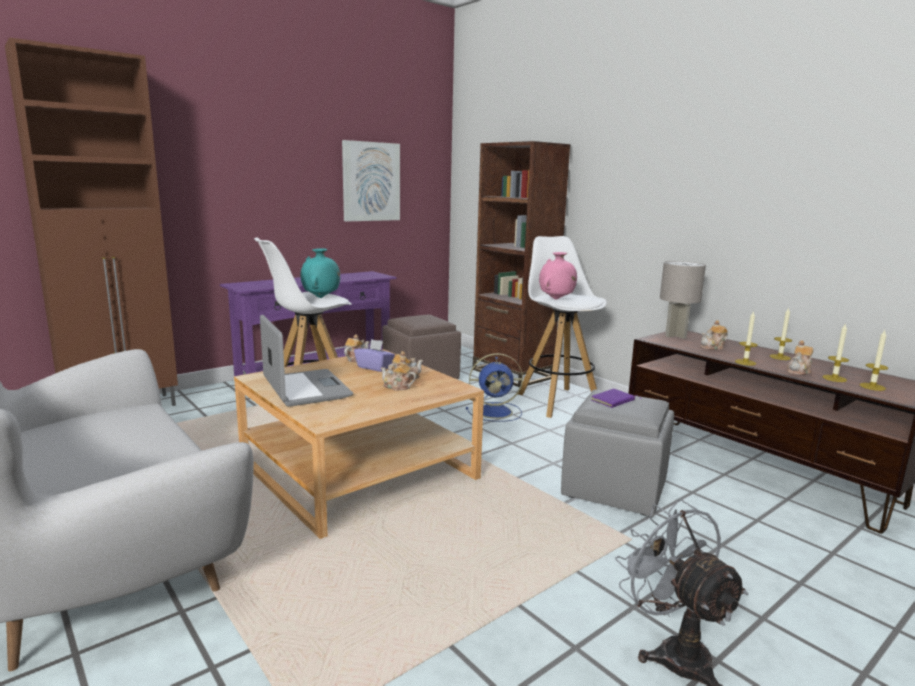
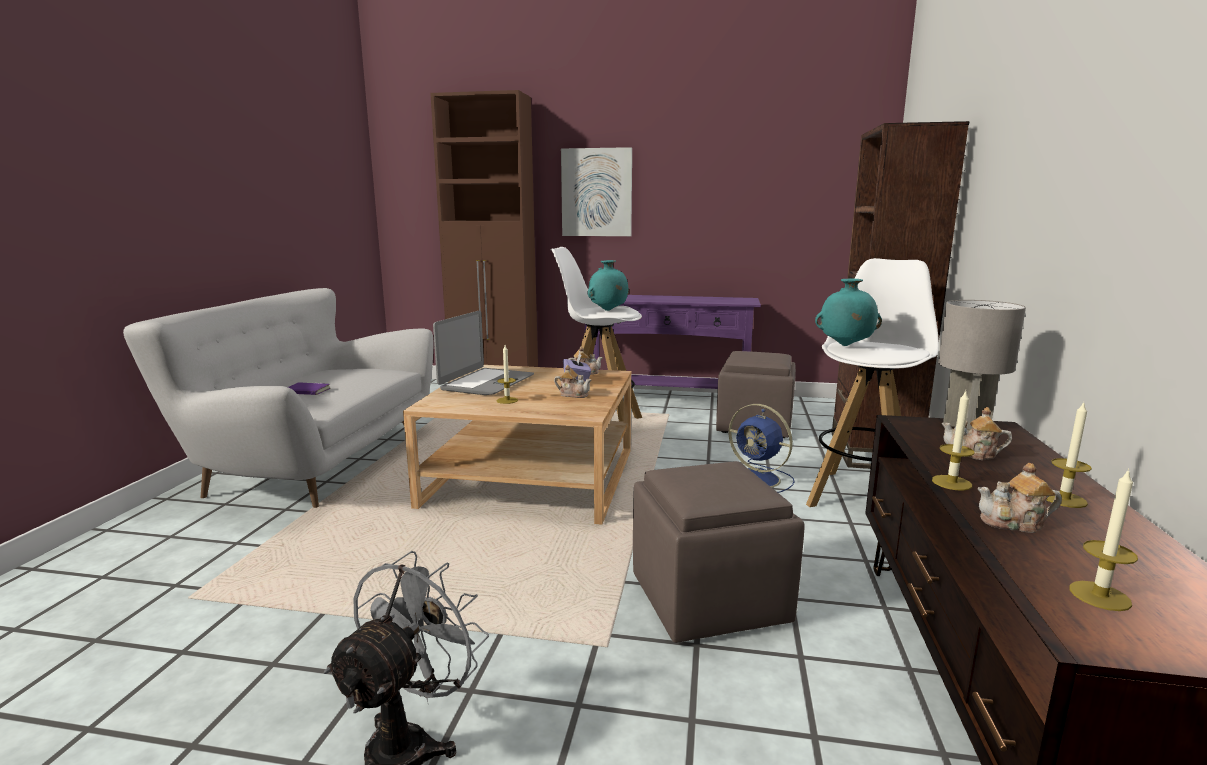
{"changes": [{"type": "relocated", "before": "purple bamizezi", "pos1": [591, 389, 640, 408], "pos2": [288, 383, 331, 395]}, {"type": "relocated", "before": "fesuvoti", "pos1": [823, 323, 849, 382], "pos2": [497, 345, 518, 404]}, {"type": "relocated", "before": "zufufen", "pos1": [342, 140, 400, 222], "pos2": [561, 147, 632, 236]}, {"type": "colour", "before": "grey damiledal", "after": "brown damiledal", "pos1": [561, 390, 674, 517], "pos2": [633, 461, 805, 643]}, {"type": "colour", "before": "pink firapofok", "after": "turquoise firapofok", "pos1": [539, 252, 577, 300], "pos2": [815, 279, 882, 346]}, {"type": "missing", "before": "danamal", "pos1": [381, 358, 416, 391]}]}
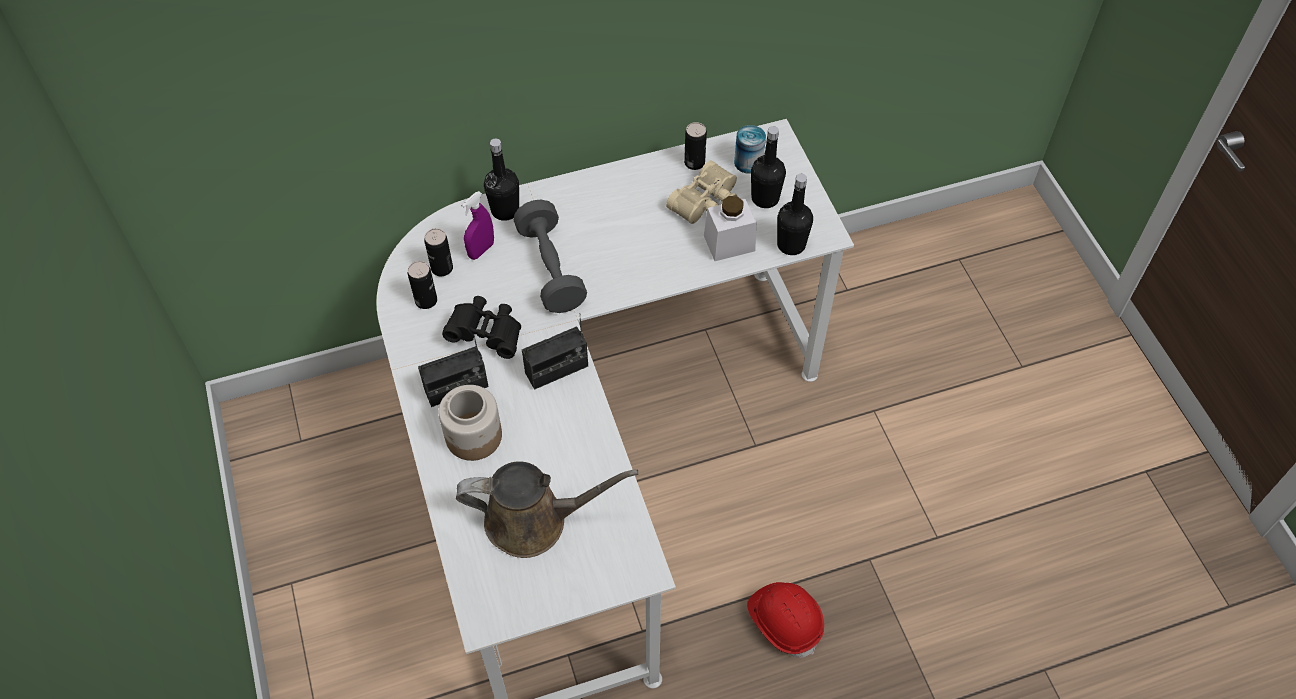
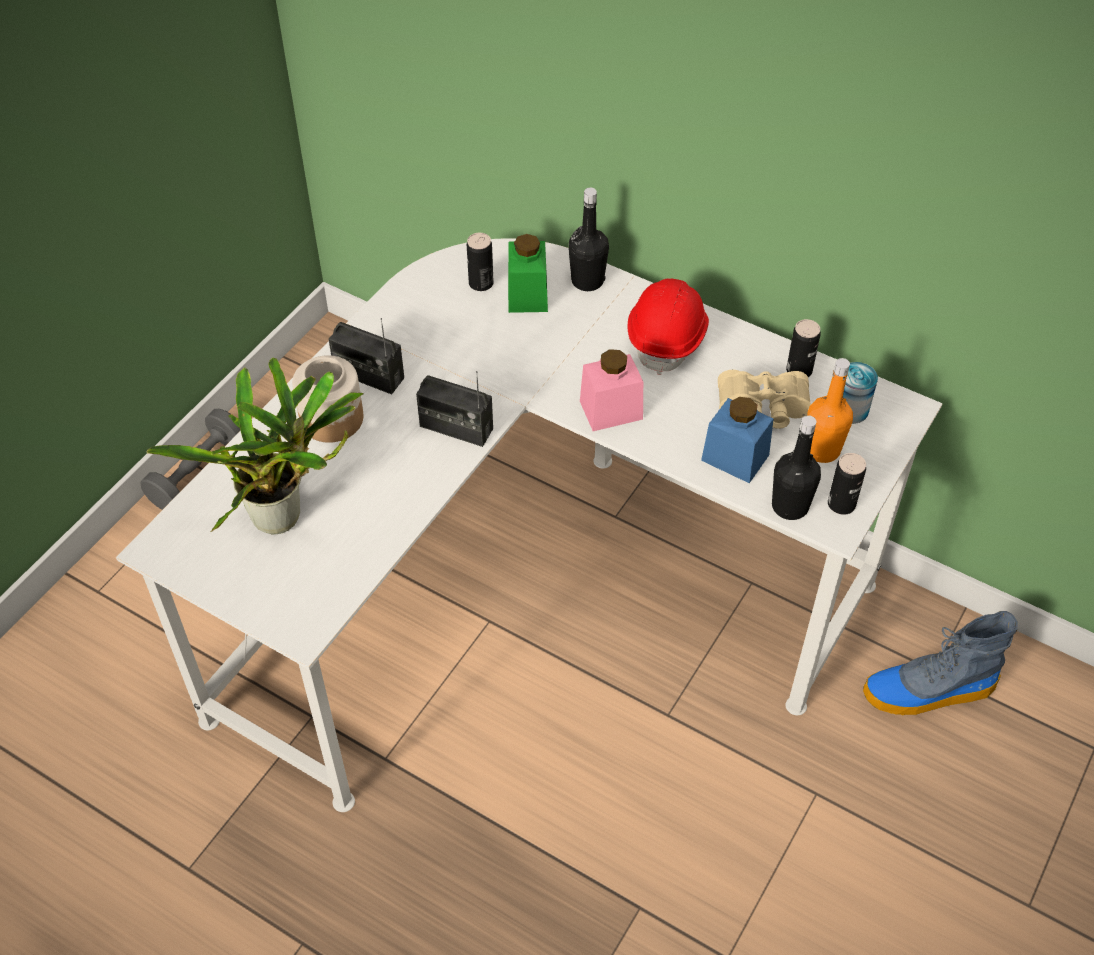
{"changes": [{"type": "relocated", "before": "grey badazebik", "pos1": [514, 200, 587, 313], "pos2": [140, 409, 241, 510]}, {"type": "exchanged", "before": "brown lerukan", "after": "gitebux", "pos1": [456, 461, 638, 558], "pos2": [146, 357, 364, 534]}, {"type": "exchanged", "before": "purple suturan", "after": "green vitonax", "pos1": [461, 191, 494, 260], "pos2": [508, 234, 548, 313]}, {"type": "appeared", "after": "pink vitonax", "pos2": [580, 349, 643, 431]}, {"type": "relocated", "before": "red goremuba", "pos1": [747, 582, 824, 658], "pos2": [628, 278, 709, 375]}, {"type": "colour", "before": "white vitonax", "after": "blue vitonax", "pos1": [704, 196, 756, 261], "pos2": [701, 397, 773, 483]}, {"type": "colour", "before": "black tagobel", "after": "orange tagobel", "pos1": [751, 126, 786, 208], "pos2": [807, 358, 853, 463]}, {"type": "relocated", "before": "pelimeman", "pos1": [408, 261, 437, 309], "pos2": [828, 453, 866, 515]}, {"type": "appeared", "after": "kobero", "pos2": [863, 611, 1018, 715]}, {"type": "missing", "before": "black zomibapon", "pos1": [442, 296, 521, 359]}]}
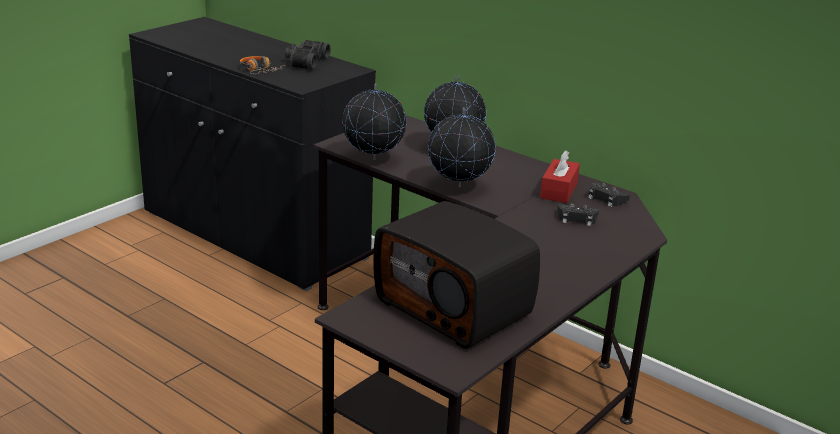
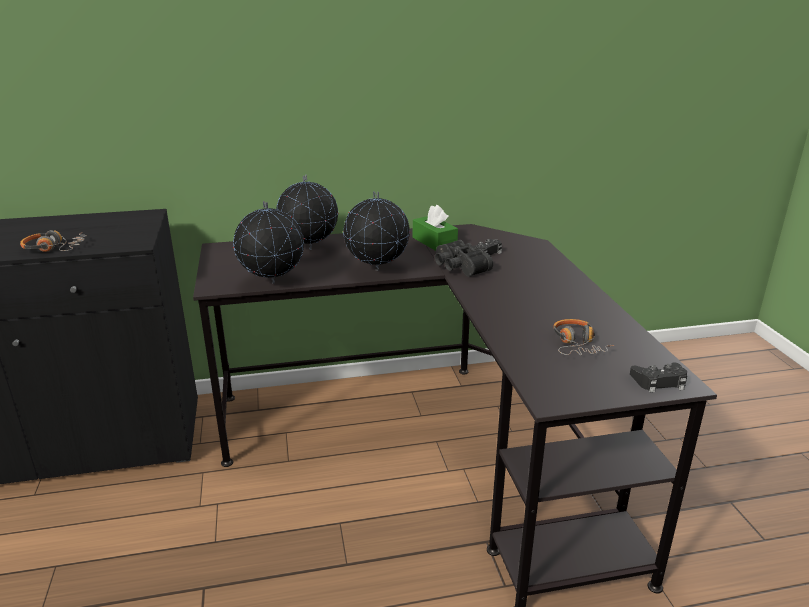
{"changes": [{"type": "colour", "before": "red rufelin", "after": "green rufelin", "pos1": [540, 150, 580, 203], "pos2": [413, 205, 458, 251]}, {"type": "relocated", "before": "black zomibapon", "pos1": [285, 40, 331, 70], "pos2": [435, 240, 493, 277]}, {"type": "exchanged", "before": "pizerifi", "after": "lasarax", "pos1": [373, 201, 540, 349], "pos2": [553, 319, 614, 355]}, {"type": "relocated", "before": "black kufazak", "pos1": [588, 182, 630, 207], "pos2": [630, 363, 687, 393]}]}
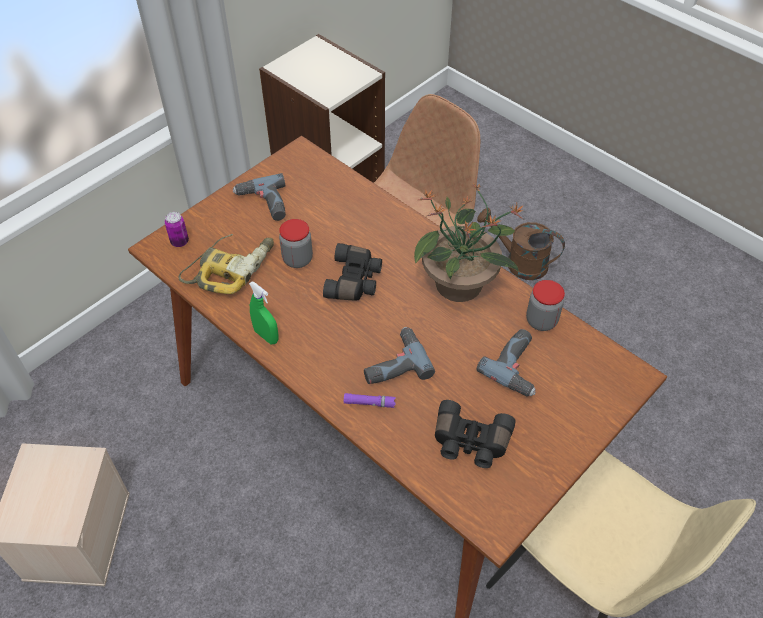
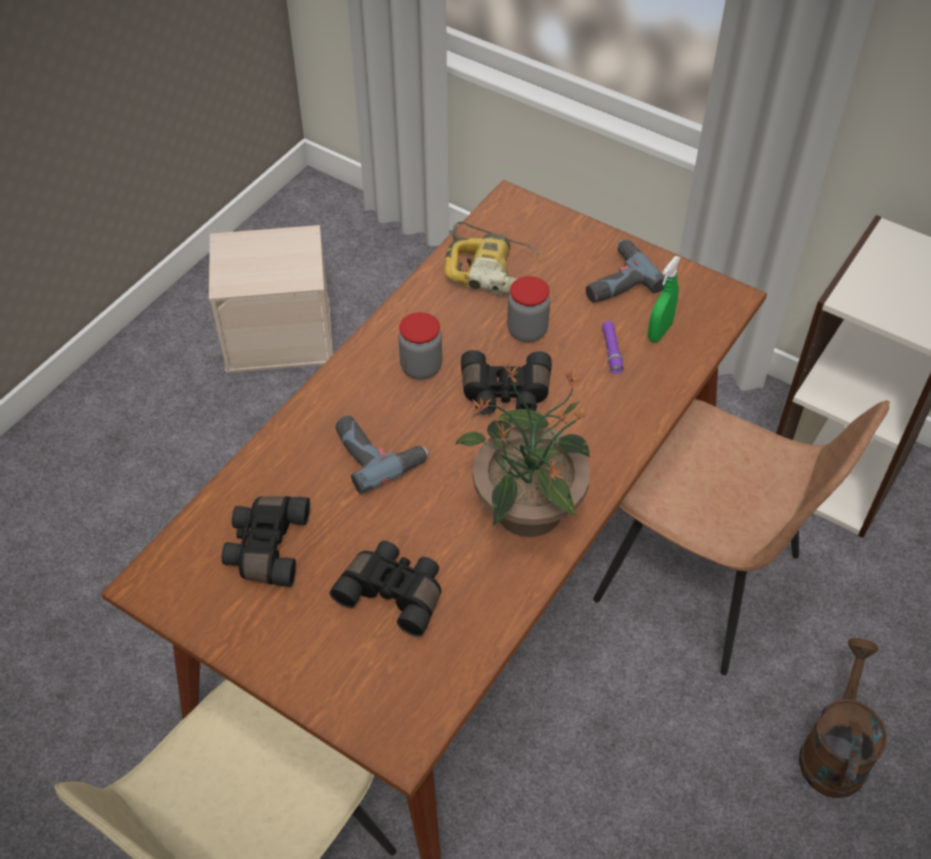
{"changes": [{"type": "exchanged", "before": "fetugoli", "after": "black zomibapon", "pos1": [476, 329, 536, 397], "pos2": [330, 541, 441, 637]}, {"type": "relocated", "before": "vitonax", "pos1": [526, 280, 565, 331], "pos2": [398, 312, 442, 379]}, {"type": "relocated", "before": "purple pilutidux", "pos1": [344, 393, 396, 408], "pos2": [602, 321, 624, 375]}, {"type": "relocated", "before": "green suturan", "pos1": [249, 281, 279, 344], "pos2": [648, 256, 680, 342]}, {"type": "missing", "before": "pelimeman", "pos1": [165, 212, 189, 247]}]}
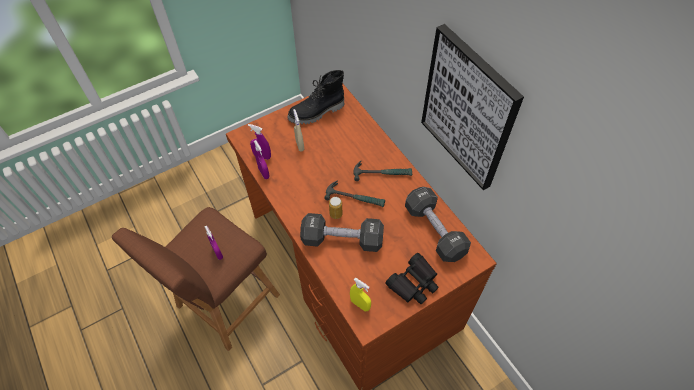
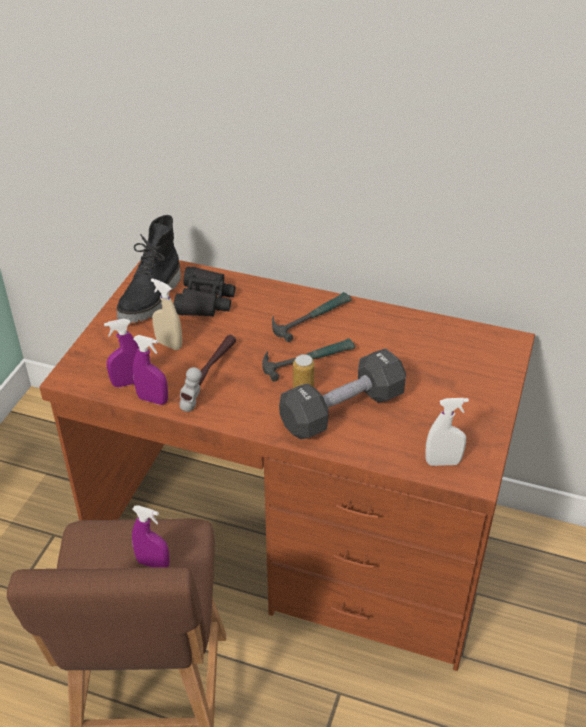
{"changes": [{"type": "relocated", "before": "black zomibapon", "pos1": [385, 253, 439, 304], "pos2": [174, 267, 235, 317]}, {"type": "appeared", "after": "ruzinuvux", "pos2": [179, 335, 236, 412]}, {"type": "colour", "before": "yellow suturan", "after": "white suturan", "pos1": [350, 278, 371, 312], "pos2": [425, 398, 469, 466]}, {"type": "missing", "before": "black badazebik", "pos1": [405, 187, 471, 262]}, {"type": "missing", "before": "zufufen", "pos1": [421, 24, 524, 190]}]}
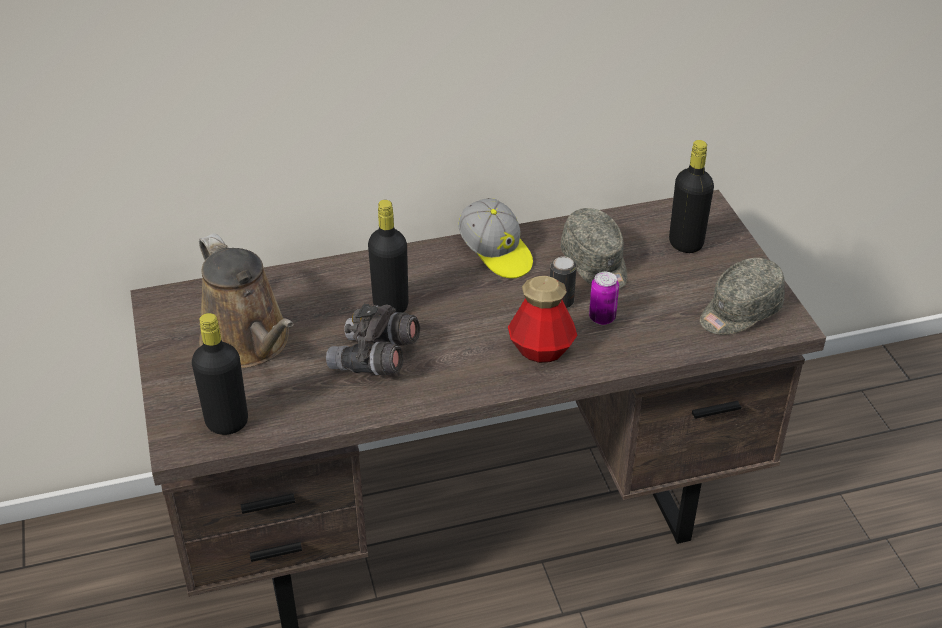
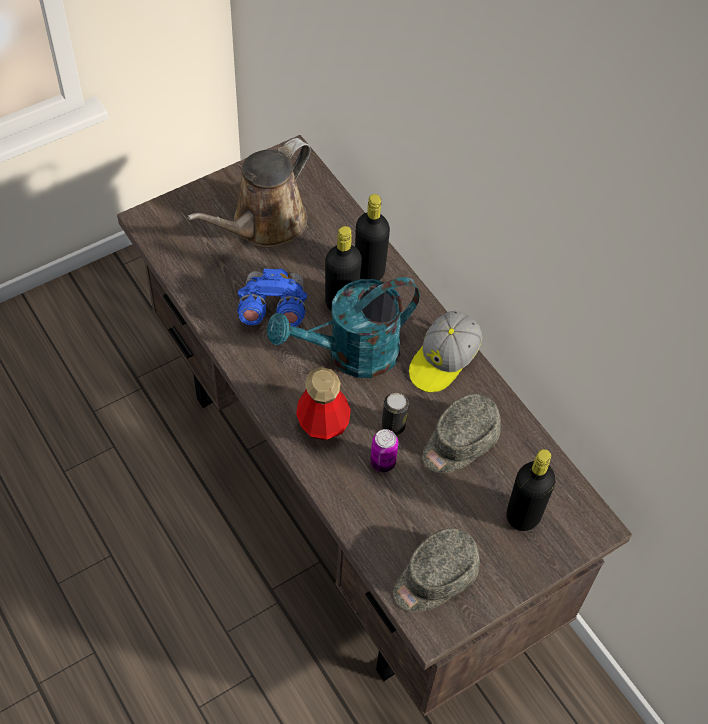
{"changes": [{"type": "colour", "before": "grey zomibapon", "after": "blue zomibapon", "pos1": [326, 304, 420, 375], "pos2": [237, 269, 307, 327]}, {"type": "appeared", "after": "turquoise lerukan", "pos2": [267, 277, 420, 378]}, {"type": "relocated", "before": "black tagobel", "pos1": [192, 313, 248, 435], "pos2": [355, 194, 390, 280]}, {"type": "spun", "before": "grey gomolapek", "pos1": [700, 258, 785, 335], "pos2": [393, 528, 480, 612], "turn": -75}]}
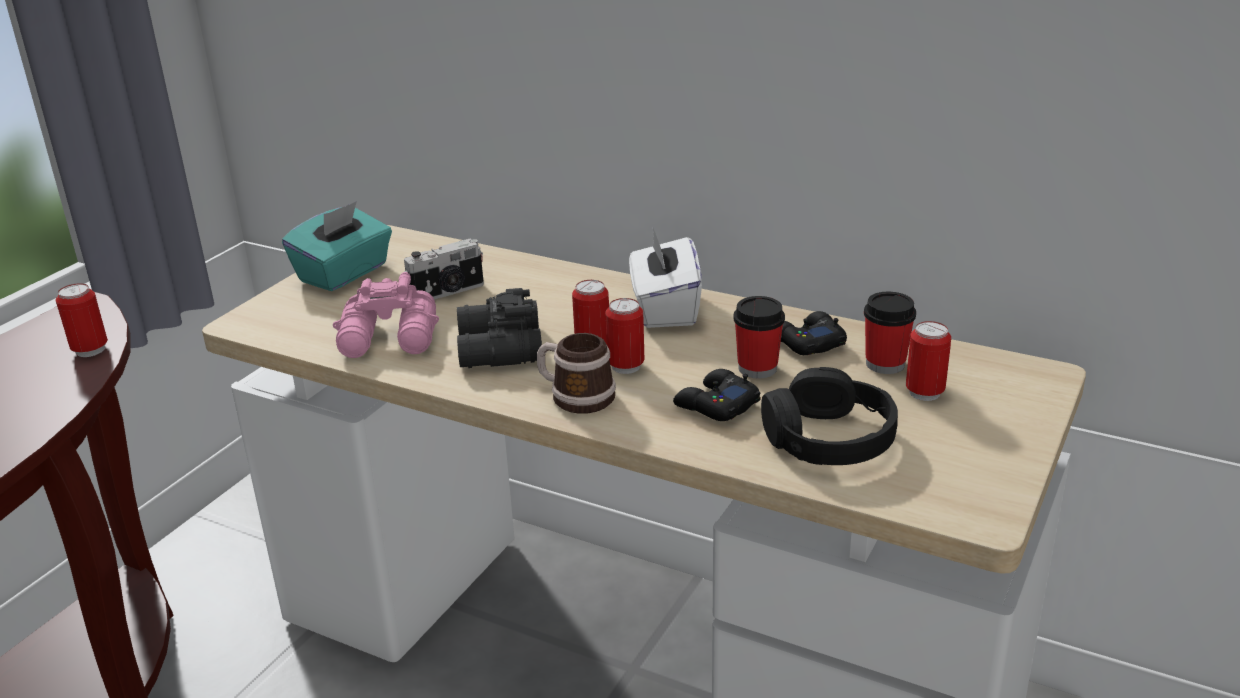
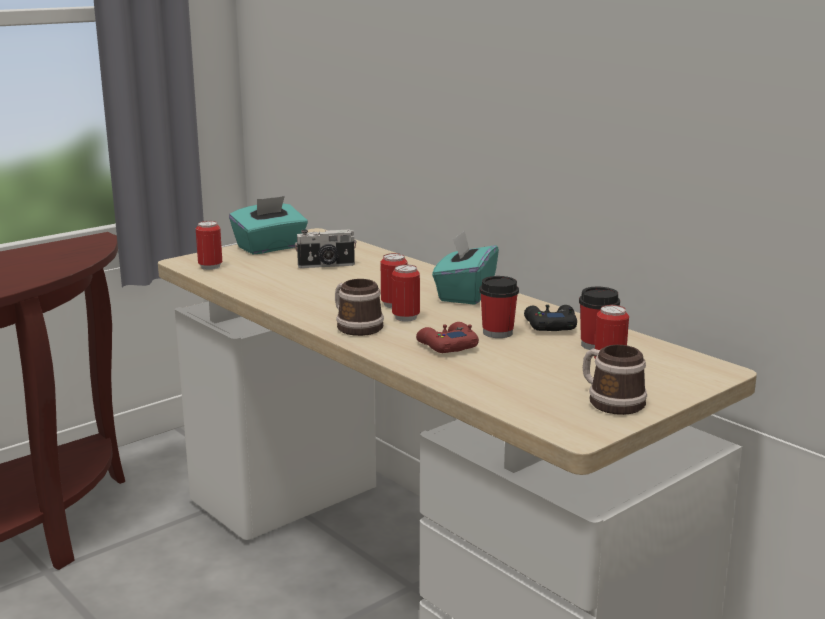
{"changes": [{"type": "relocated", "before": "pelimeman", "pos1": [56, 283, 108, 357], "pos2": [196, 221, 222, 270]}, {"type": "colour", "before": "black kufazak", "after": "red kufazak", "pos1": [673, 369, 761, 421], "pos2": [416, 322, 479, 353]}, {"type": "colour", "before": "white rufelin", "after": "turquoise rufelin", "pos1": [629, 228, 702, 328], "pos2": [432, 231, 499, 305]}, {"type": "appeared", "after": "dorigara", "pos2": [583, 345, 647, 415]}, {"type": "missing", "before": "pink zomibapon", "pos1": [333, 272, 439, 358]}, {"type": "missing", "before": "black zomibapon", "pos1": [457, 288, 542, 368]}, {"type": "missing", "before": "black lasarax", "pos1": [761, 367, 898, 465]}]}
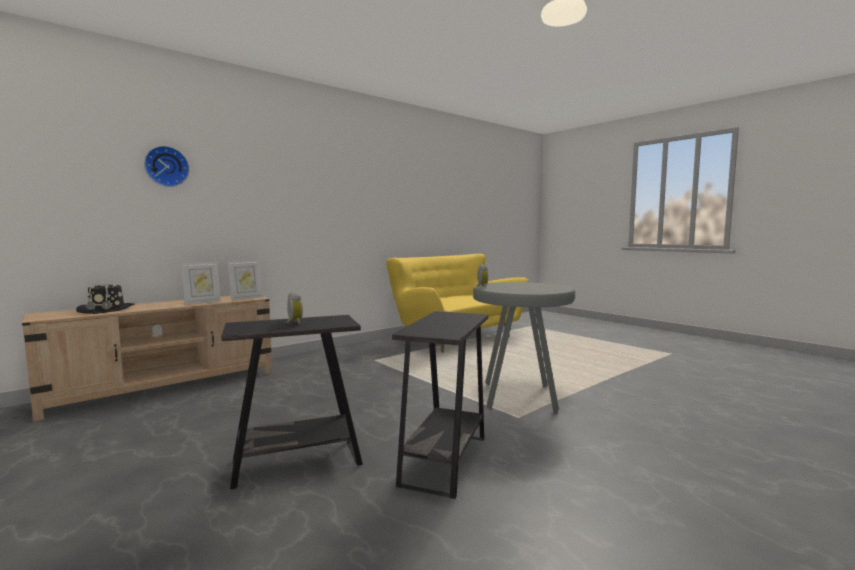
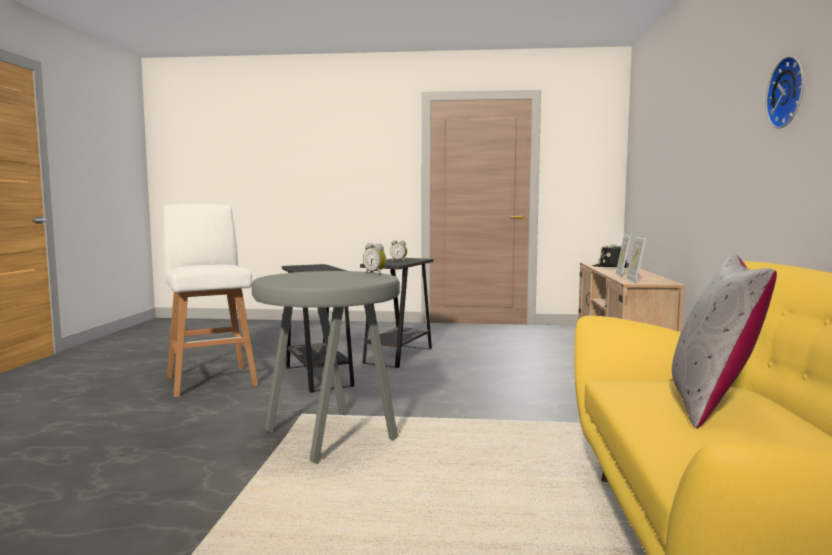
{"changes": [{"type": "appeared", "after": "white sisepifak", "pos2": [162, 204, 258, 398]}, {"type": "appeared", "after": "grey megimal", "pos2": [672, 255, 777, 428]}, {"type": "relocated", "before": "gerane", "pos1": [144, 146, 190, 187], "pos2": [766, 56, 804, 128]}]}
